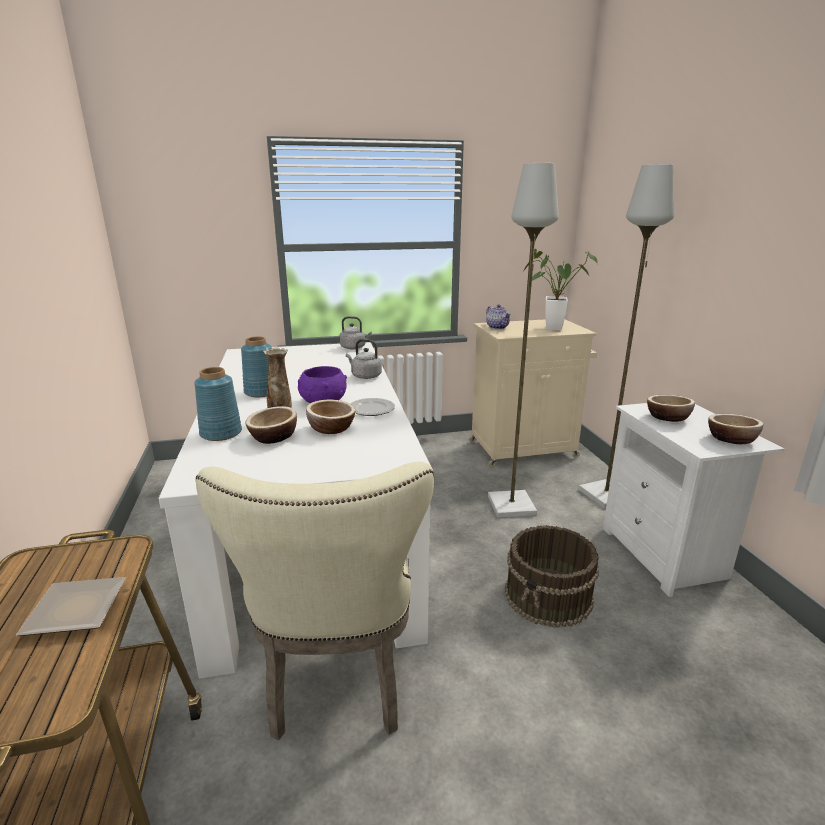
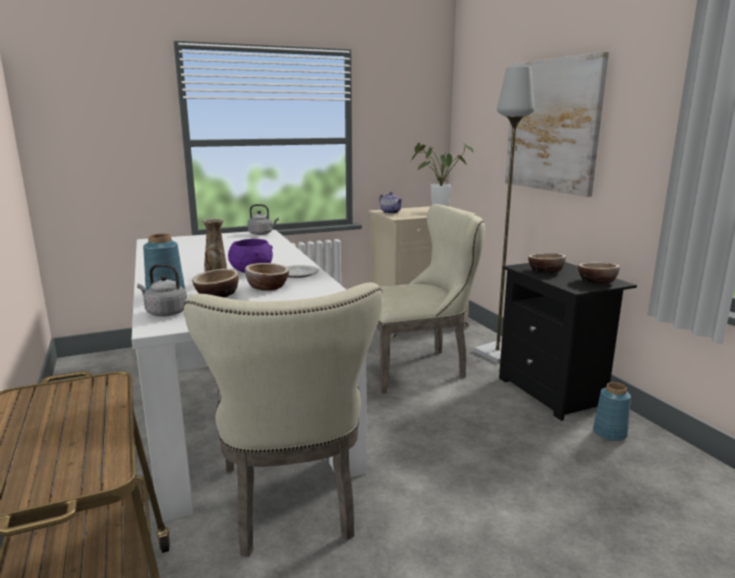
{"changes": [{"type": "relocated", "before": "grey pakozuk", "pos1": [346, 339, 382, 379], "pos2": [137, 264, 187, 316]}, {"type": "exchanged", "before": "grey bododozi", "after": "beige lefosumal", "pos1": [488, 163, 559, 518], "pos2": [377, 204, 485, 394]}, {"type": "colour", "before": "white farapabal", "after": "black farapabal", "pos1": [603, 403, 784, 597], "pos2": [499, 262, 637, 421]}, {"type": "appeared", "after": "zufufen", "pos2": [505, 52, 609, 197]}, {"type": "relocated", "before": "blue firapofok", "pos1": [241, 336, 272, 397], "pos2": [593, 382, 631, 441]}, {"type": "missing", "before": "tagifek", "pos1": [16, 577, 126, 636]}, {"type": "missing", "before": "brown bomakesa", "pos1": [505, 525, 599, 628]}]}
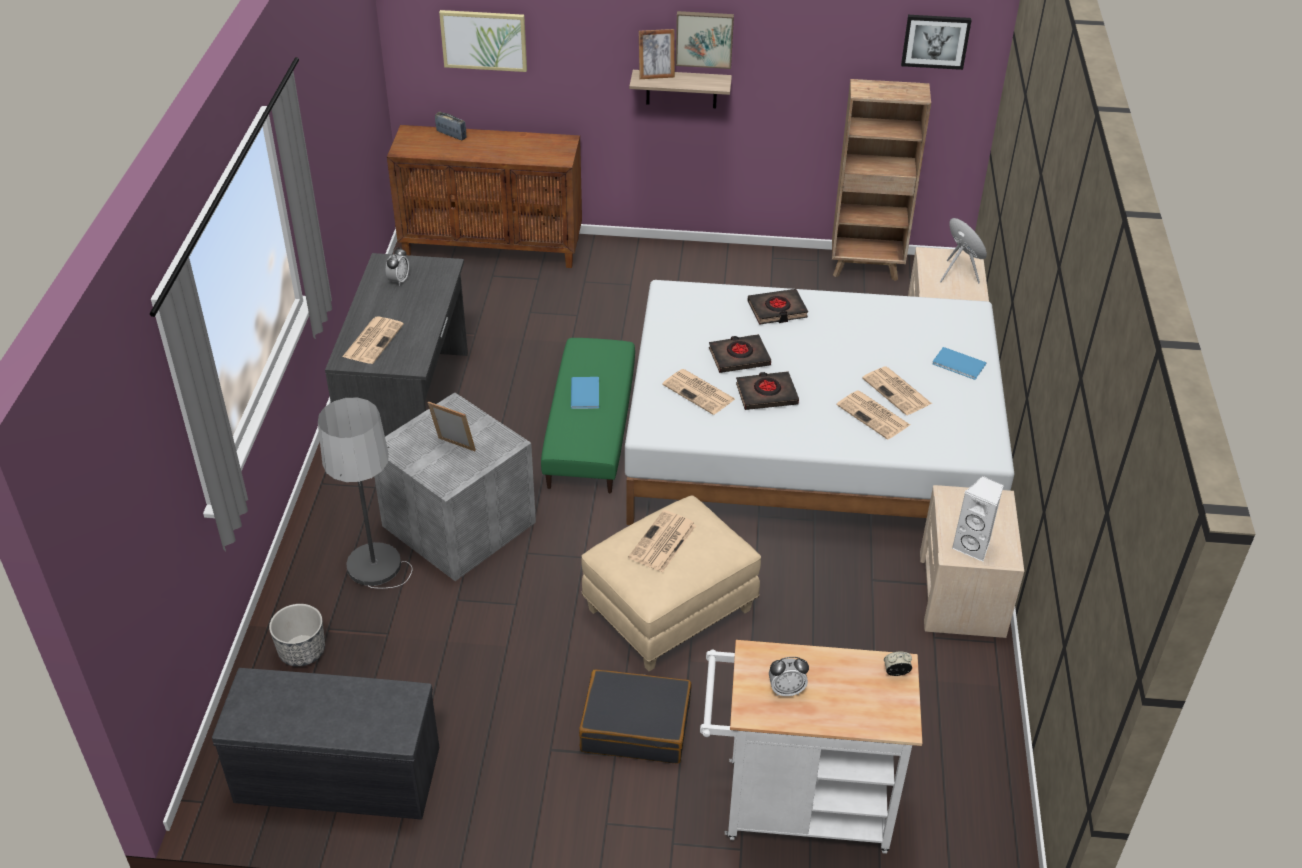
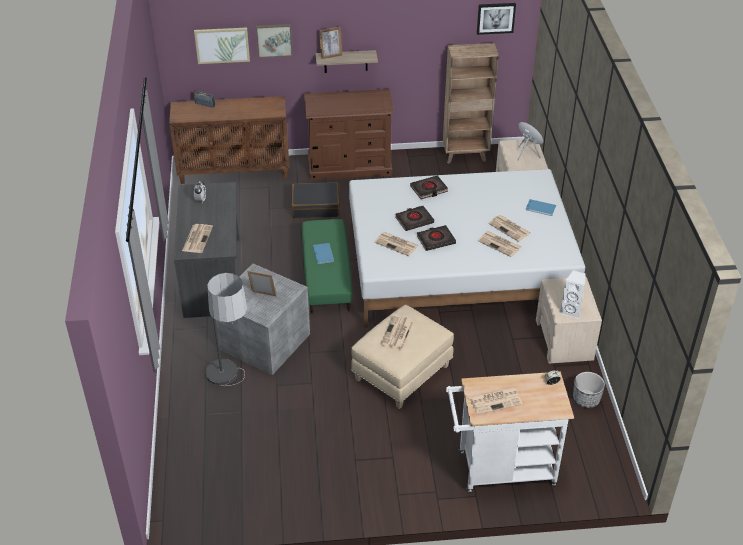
{"changes": [{"type": "relocated", "before": "zufufen", "pos1": [675, 11, 734, 69], "pos2": [256, 24, 292, 58]}, {"type": "relocated", "before": "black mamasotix", "pos1": [579, 669, 692, 764], "pos2": [292, 182, 340, 218]}, {"type": "appeared", "after": "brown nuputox", "pos2": [304, 89, 394, 180]}, {"type": "exchanged", "before": "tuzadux", "after": "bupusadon", "pos1": [769, 657, 809, 696], "pos2": [468, 387, 523, 415]}, {"type": "relocated", "before": "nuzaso", "pos1": [269, 604, 325, 667], "pos2": [573, 372, 605, 408]}, {"type": "missing", "before": "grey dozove", "pos1": [212, 668, 440, 820]}]}
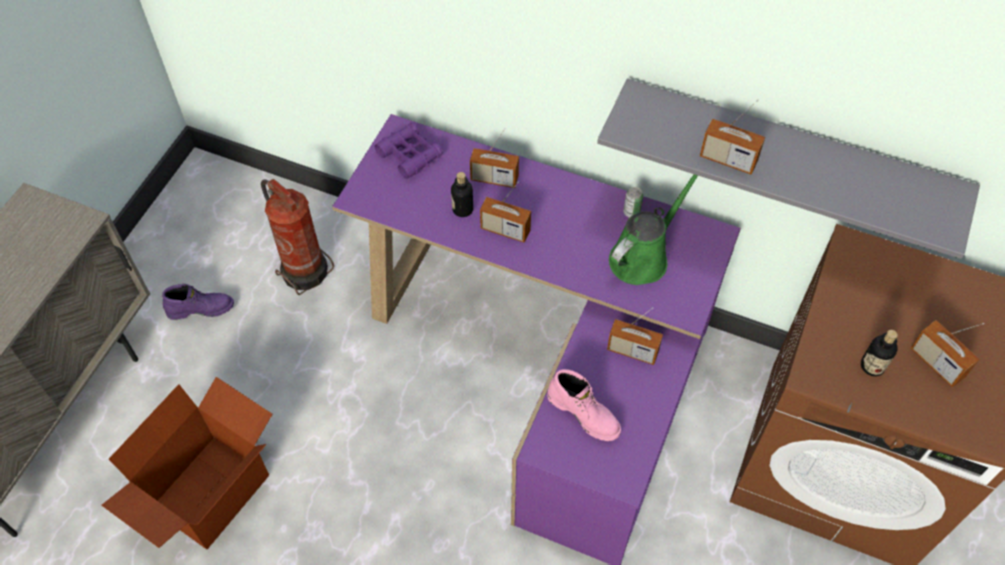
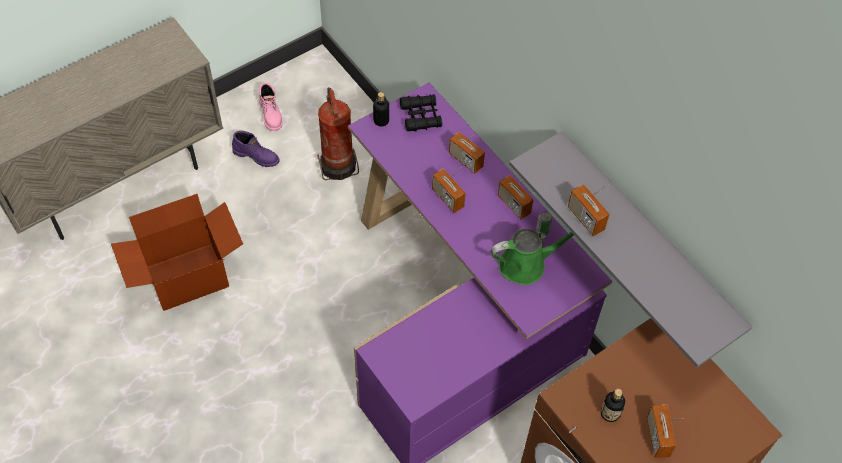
{"changes": [{"type": "relocated", "before": "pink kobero", "pos1": [547, 369, 621, 441], "pos2": [259, 82, 283, 131]}, {"type": "relocated", "before": "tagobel", "pos1": [451, 172, 473, 217], "pos2": [373, 92, 389, 127]}, {"type": "colour", "before": "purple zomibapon", "after": "black zomibapon", "pos1": [375, 123, 443, 179], "pos2": [400, 94, 442, 132]}, {"type": "relocated", "before": "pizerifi", "pos1": [607, 308, 663, 365], "pos2": [498, 175, 534, 219]}]}
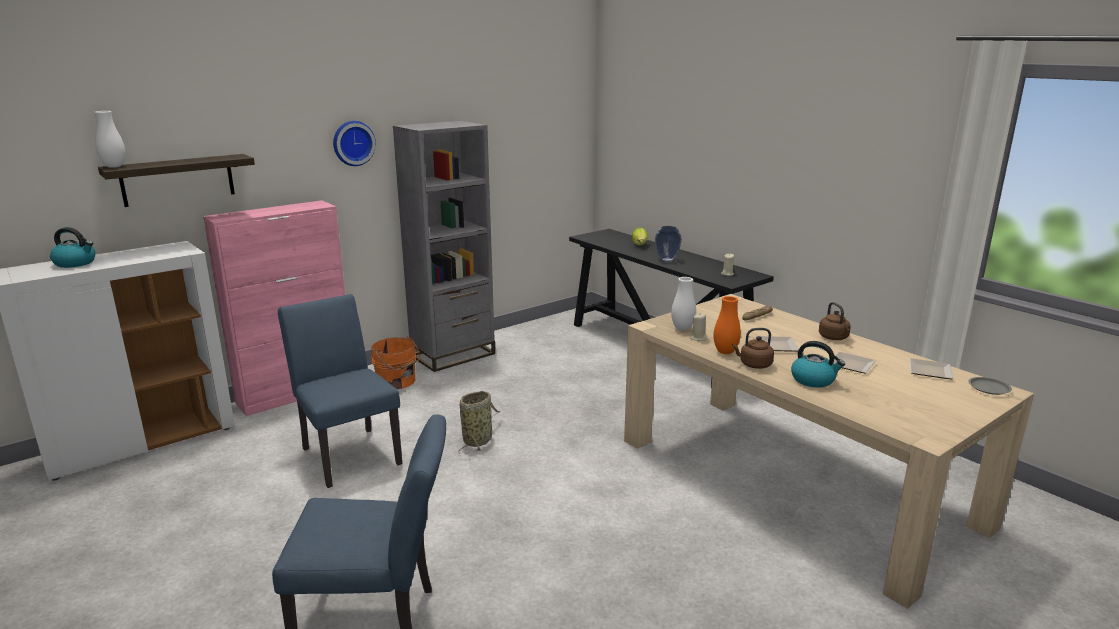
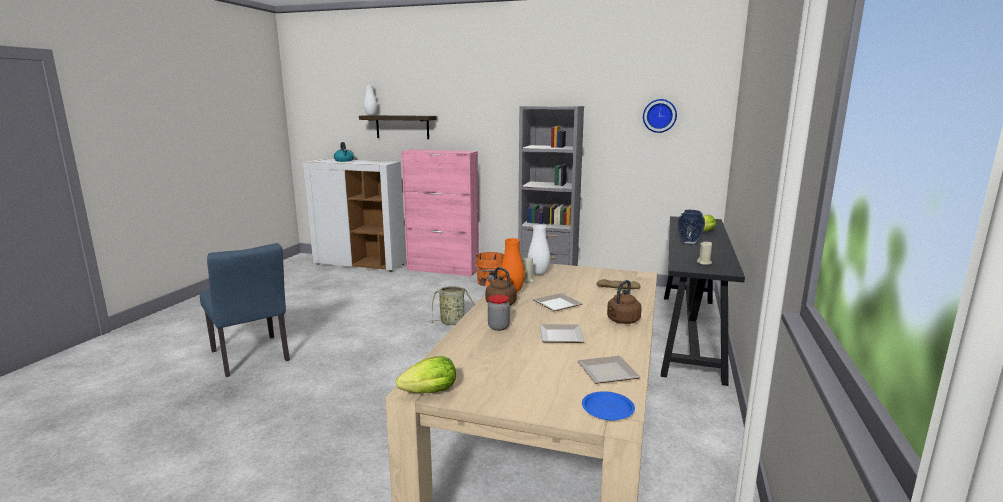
{"changes": [{"type": "appeared", "after": "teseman", "pos2": [396, 356, 456, 393]}, {"type": "exchanged", "before": "pakozuk", "after": "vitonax", "pos1": [791, 341, 845, 388], "pos2": [488, 295, 510, 331]}, {"type": "colour", "before": "grey tagifek", "after": "blue tagifek", "pos1": [968, 377, 1012, 395], "pos2": [582, 391, 635, 420]}, {"type": "relocated", "before": "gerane", "pos1": [333, 121, 376, 166], "pos2": [643, 99, 677, 133]}, {"type": "missing", "before": "blue lefosumal", "pos1": [278, 294, 402, 488]}]}
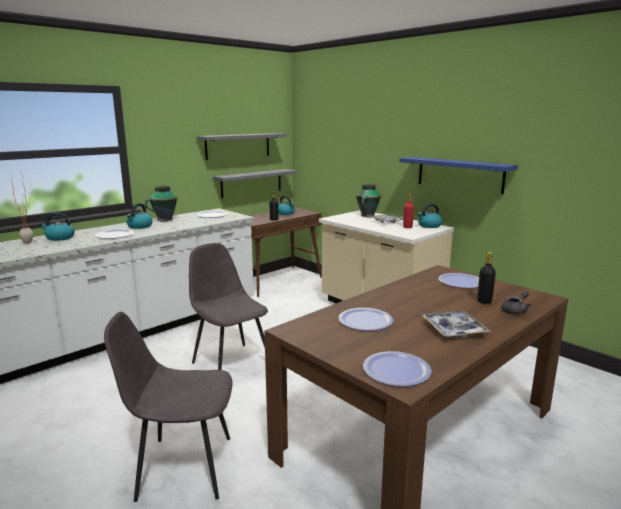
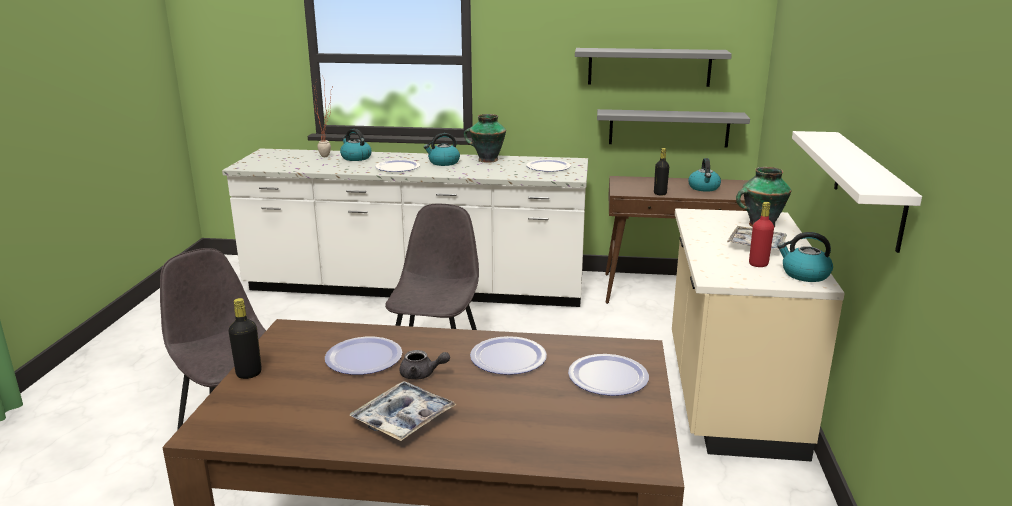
{"changes": [{"type": "relocated", "before": "black tagobel", "pos1": [477, 252, 496, 304], "pos2": [229, 298, 262, 379]}, {"type": "relocated", "before": "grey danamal", "pos1": [501, 291, 532, 315], "pos2": [400, 350, 450, 380]}, {"type": "relocated", "before": "tagifek", "pos1": [363, 351, 432, 386], "pos2": [470, 336, 547, 375]}, {"type": "colour", "before": "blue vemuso", "after": "white vemuso", "pos1": [399, 157, 518, 194], "pos2": [792, 131, 922, 253]}]}
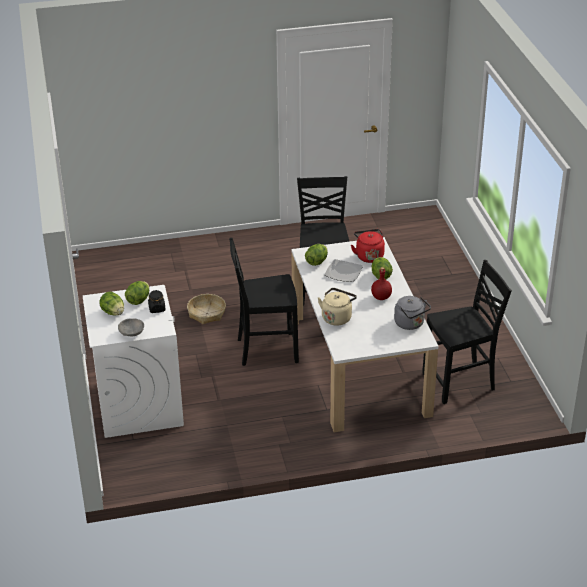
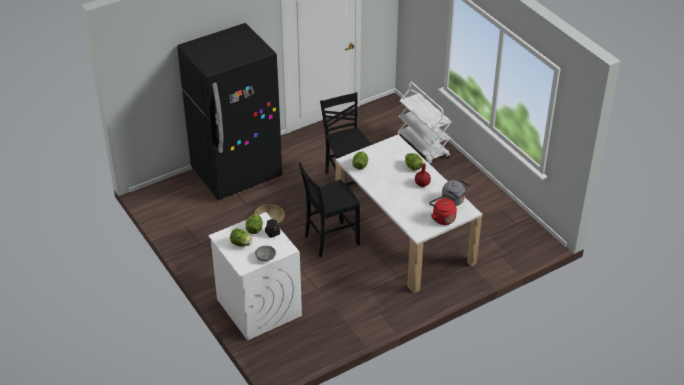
{"changes": [{"type": "appeared", "after": "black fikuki", "pos2": [177, 23, 282, 200]}, {"type": "appeared", "after": "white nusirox", "pos2": [397, 82, 451, 165]}, {"type": "relocated", "before": "red pakozuk", "pos1": [351, 229, 385, 263], "pos2": [429, 195, 457, 225]}, {"type": "missing", "before": "beige pakozuk", "pos1": [318, 288, 357, 326]}, {"type": "missing", "before": "tagifek", "pos1": [324, 259, 363, 282]}, {"type": "missing", "before": "black lefosumal", "pos1": [422, 260, 512, 404]}]}
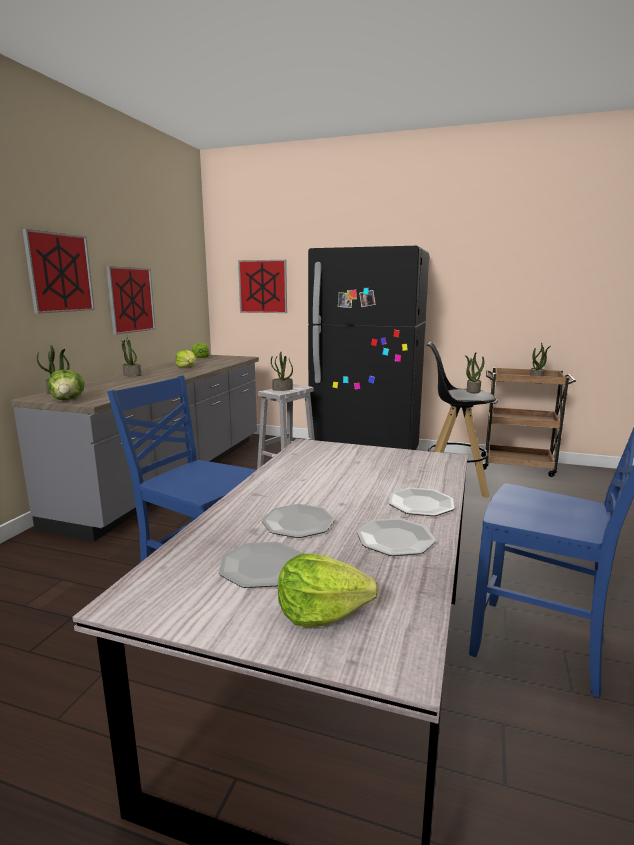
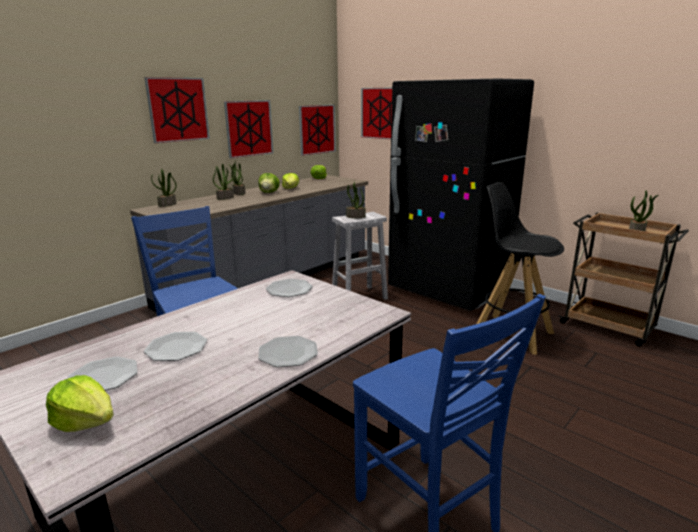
{"changes": [{"type": "relocated", "before": "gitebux", "pos1": [465, 353, 484, 393], "pos2": [213, 164, 234, 200]}, {"type": "relocated", "before": "teseman", "pos1": [49, 370, 85, 400], "pos2": [258, 173, 280, 193]}, {"type": "relocated", "before": "tagifek", "pos1": [357, 518, 436, 556], "pos2": [266, 279, 313, 297]}, {"type": "appeared", "after": "zufufen", "pos2": [299, 105, 336, 156]}]}
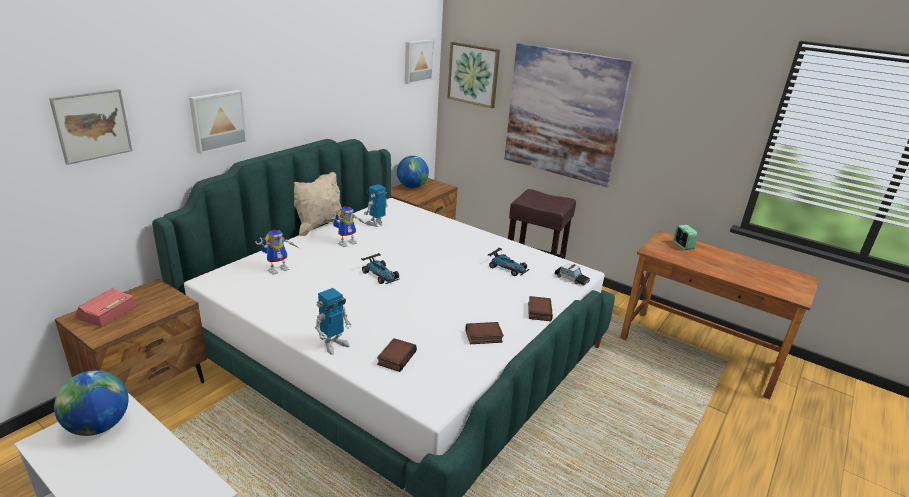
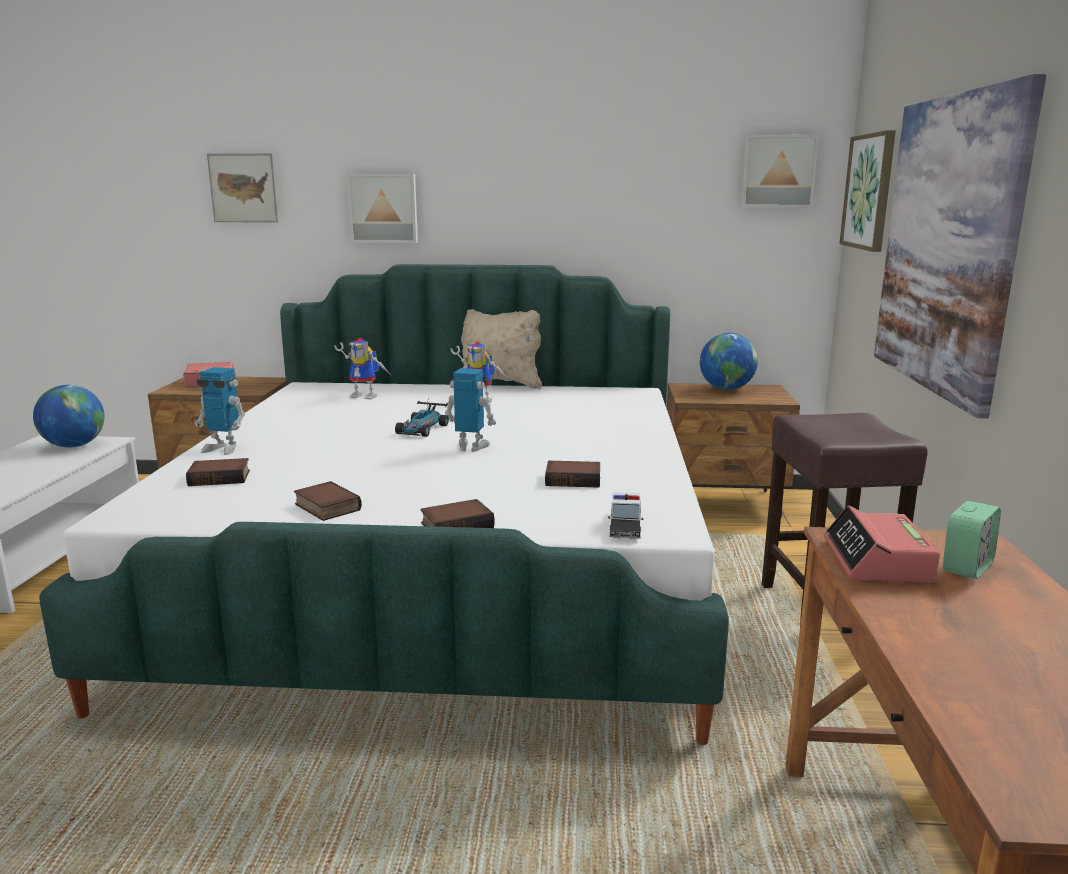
{"changes": [{"type": "relocated", "before": "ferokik", "pos1": [364, 184, 388, 227], "pos2": [445, 368, 496, 452]}, {"type": "exchanged", "before": "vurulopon", "after": "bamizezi", "pos1": [488, 248, 529, 276], "pos2": [545, 461, 600, 488]}, {"type": "appeared", "after": "tuzadux", "pos2": [824, 506, 940, 583]}]}
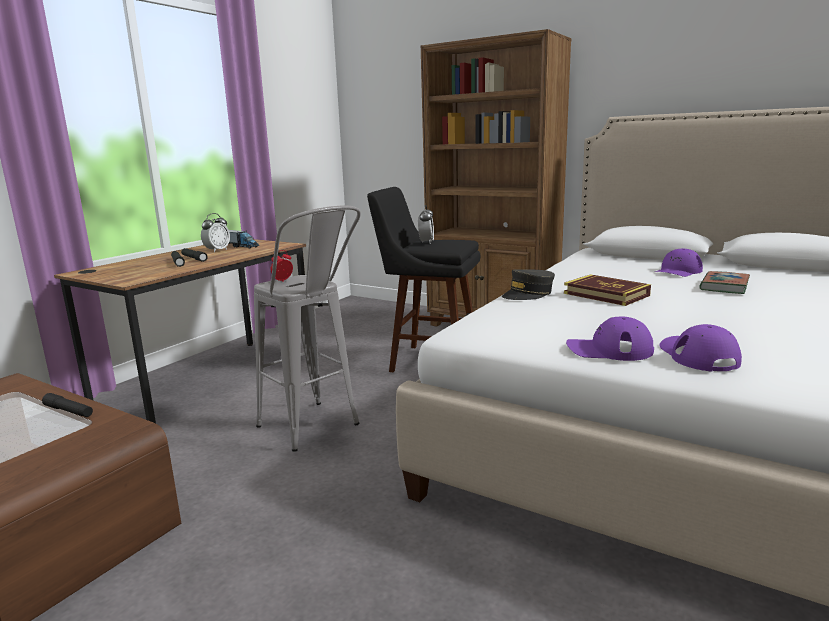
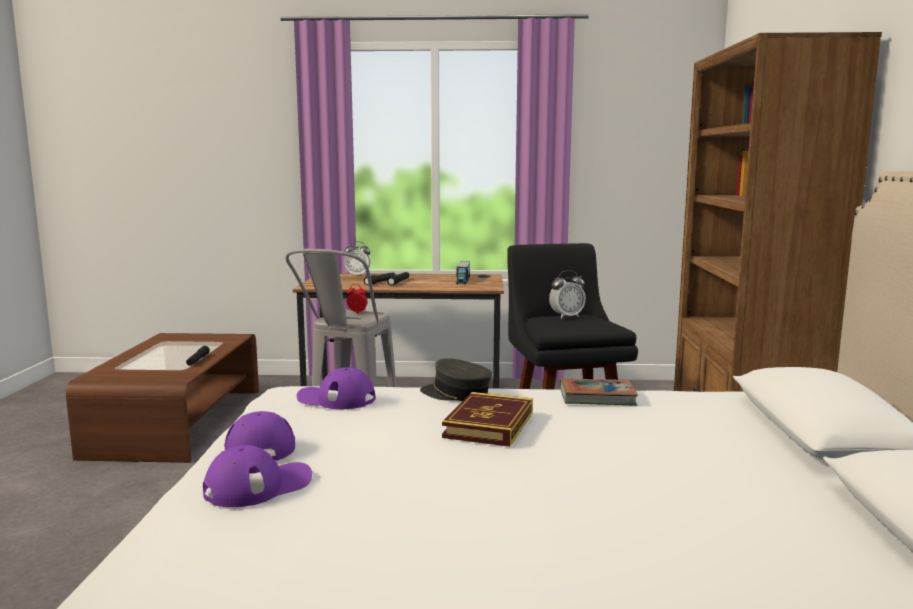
{"changes": [{"type": "relocated", "before": "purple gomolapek", "pos1": [655, 248, 703, 277], "pos2": [297, 367, 375, 409]}, {"type": "relocated", "before": "tuzadux", "pos1": [201, 213, 230, 252], "pos2": [344, 241, 370, 277]}, {"type": "relocated", "before": "bamizezi", "pos1": [699, 271, 750, 294], "pos2": [560, 379, 638, 406]}]}
